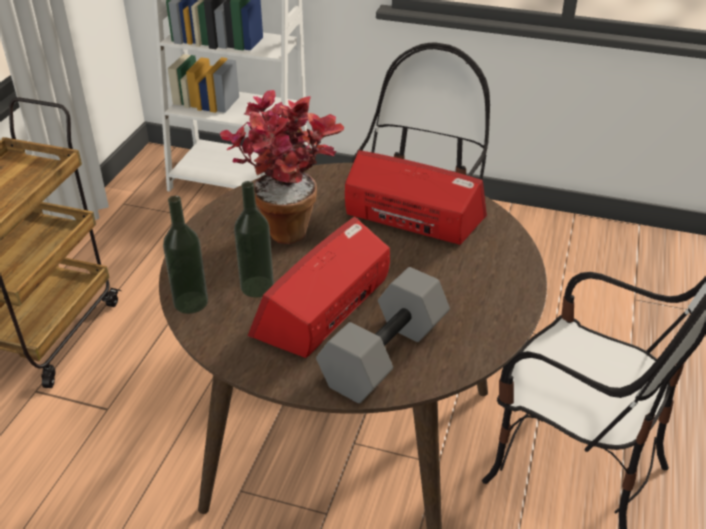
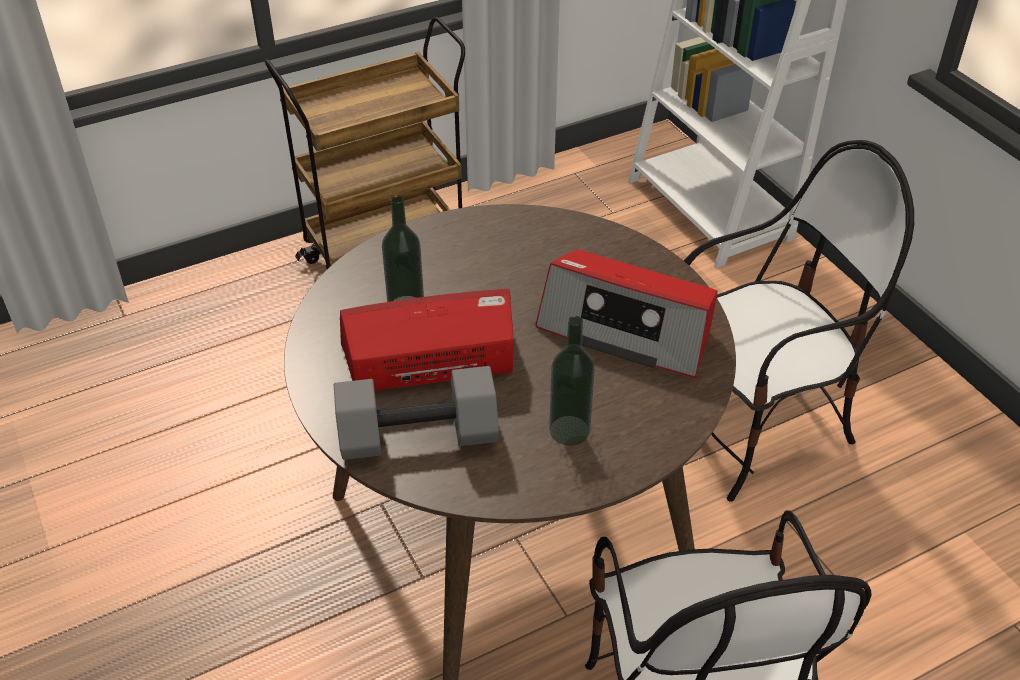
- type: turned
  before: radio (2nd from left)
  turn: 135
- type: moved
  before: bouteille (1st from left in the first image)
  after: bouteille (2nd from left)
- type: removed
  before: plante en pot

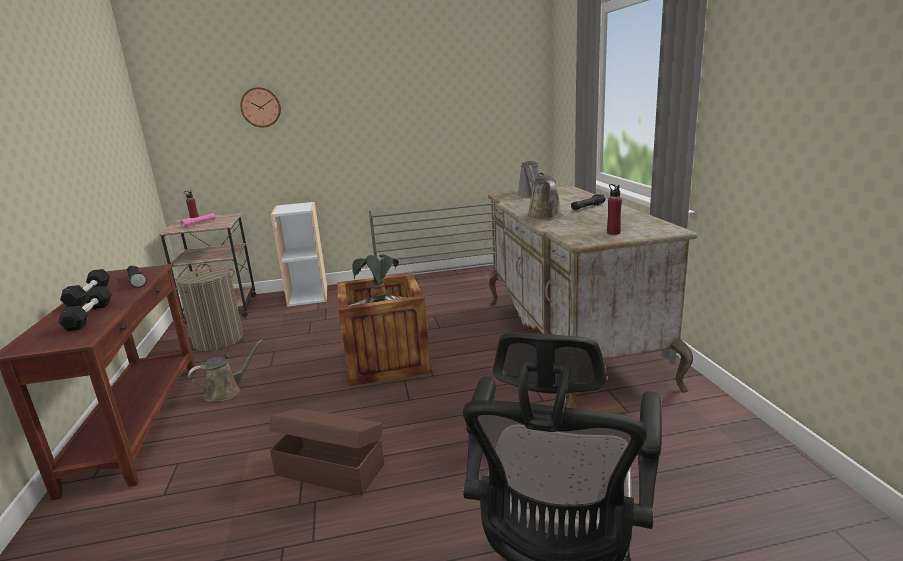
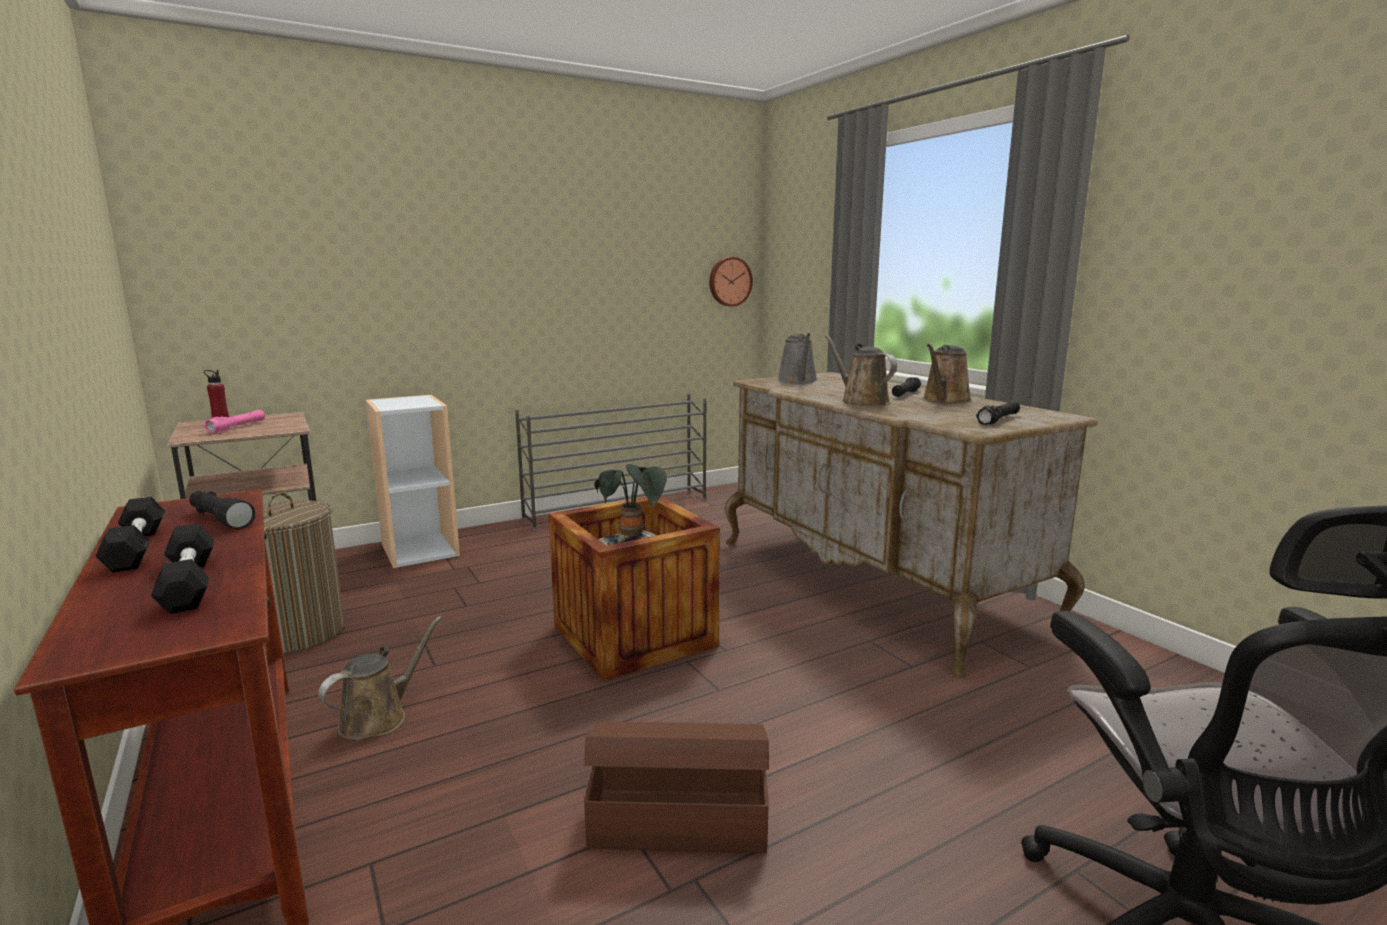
- type: moved
  before: horloge murale
- type: added
  after: arrosoir [marron] (3rd from left)
- type: replaced
  before: bouteille [rouge] (2nd from left)
  after: lampe de poche [noir] (3rd from left)

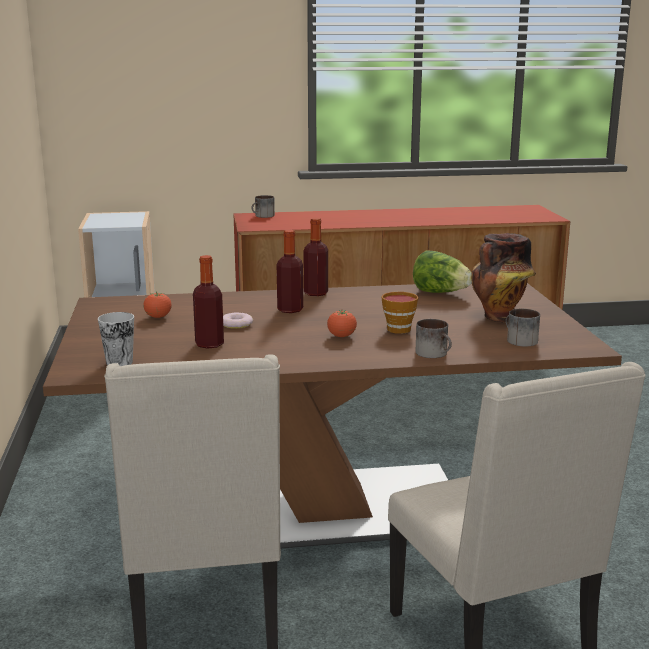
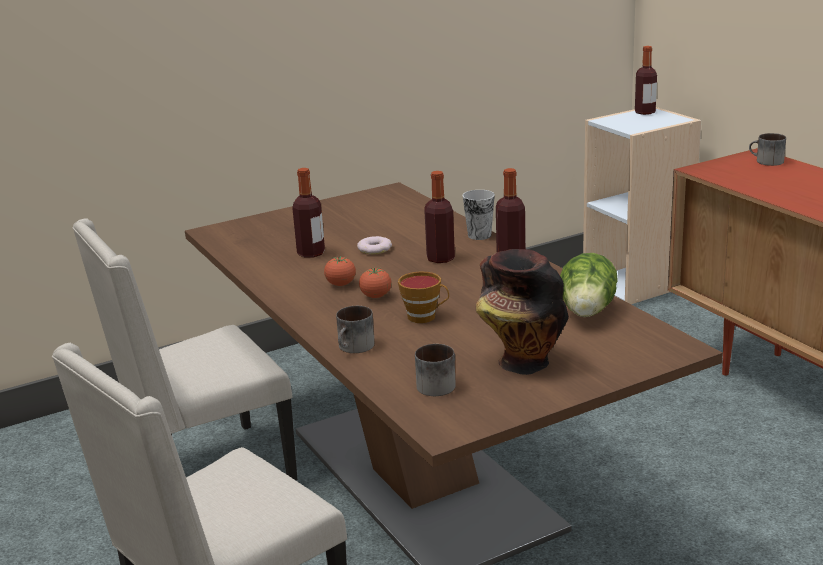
- type: moved
  before: tomate (1st from left)
- type: moved
  before: tasse (1st from left in the first image)
  after: tasse (2nd from left)
- type: added
  after: bouteille (4th from left)

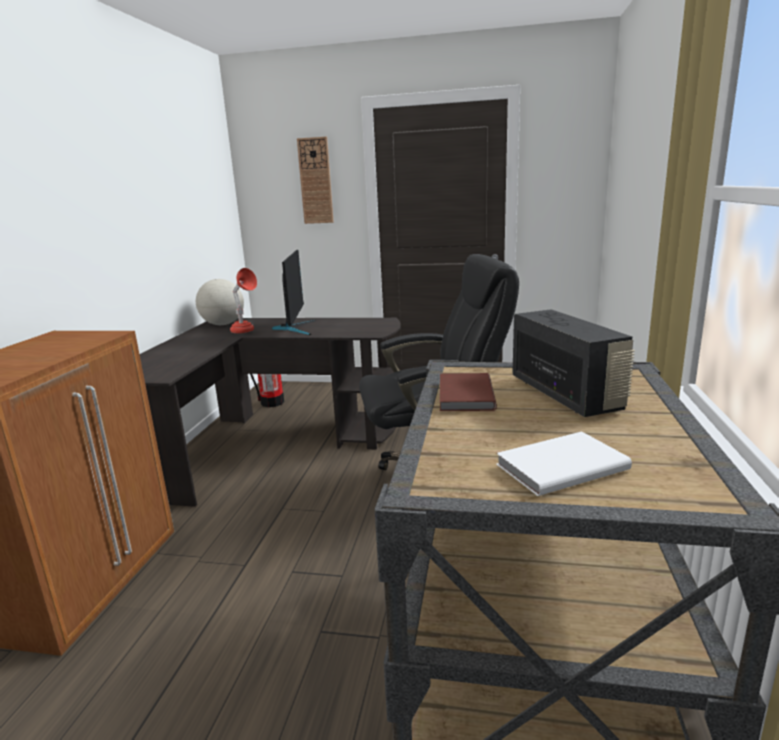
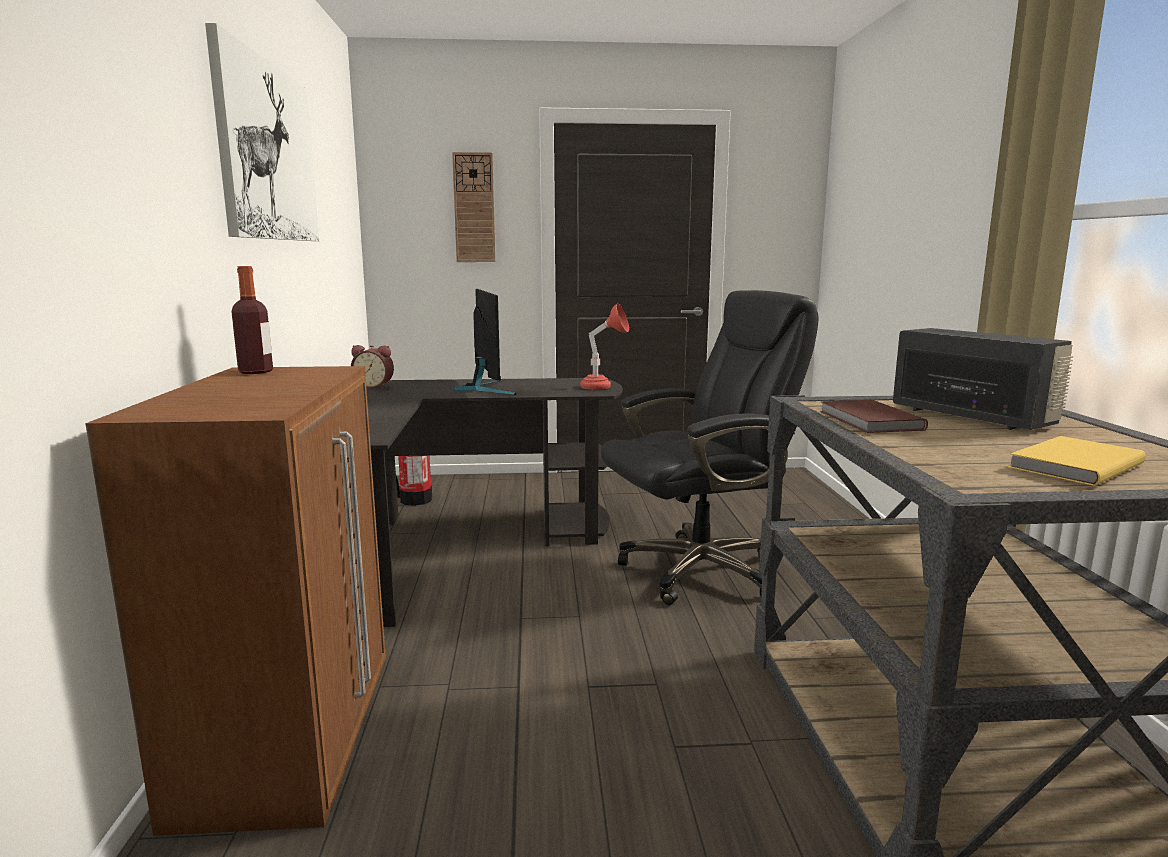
- type: added
  after: tableau
- type: added
  after: bouteille
- type: replaced
  before: globe
  after: réveil
- type: moved
  before: lampe de table [rouge]
- type: recoloured
  before: livre [blanc]
  after: livre [jaune]

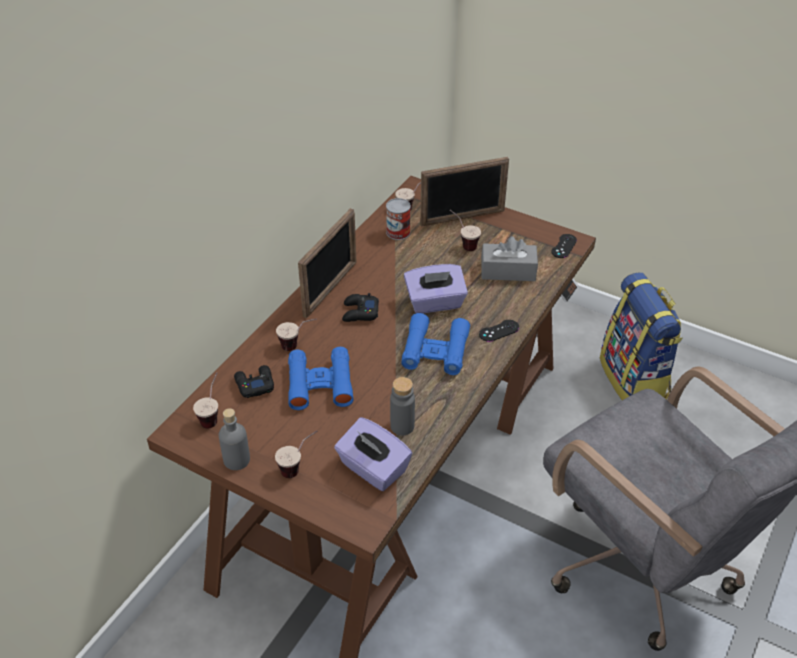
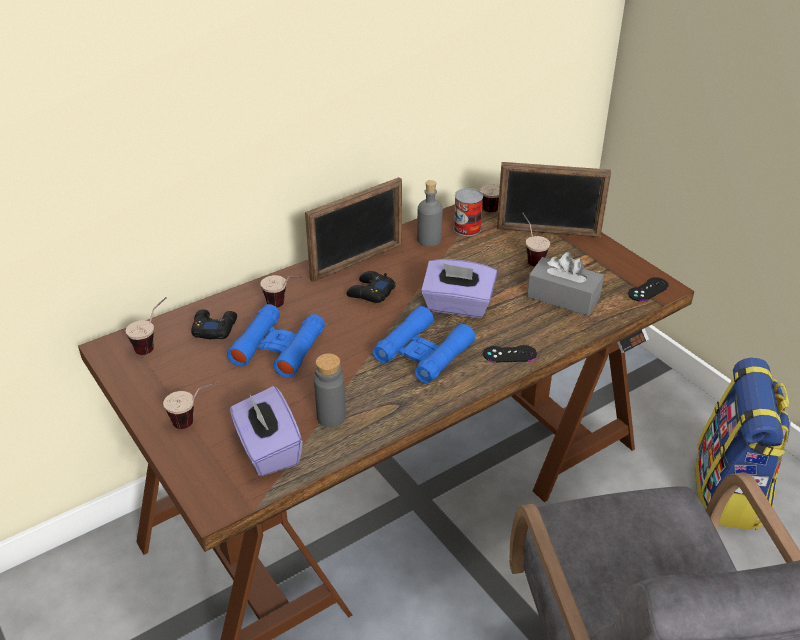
- type: moved
  before: bouteille [gris] (1st from left in the first image)
  after: bouteille [gris] (2nd from left)

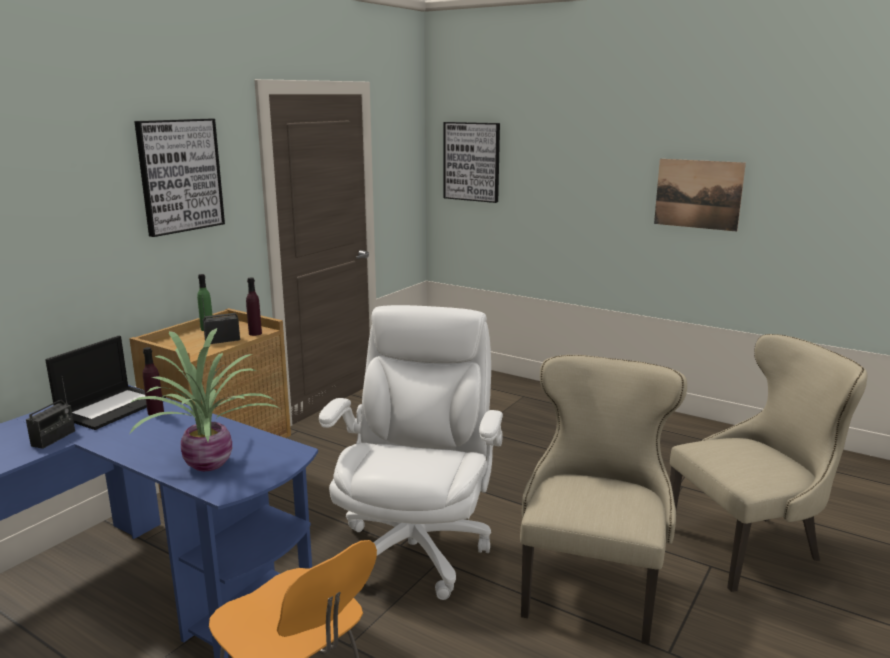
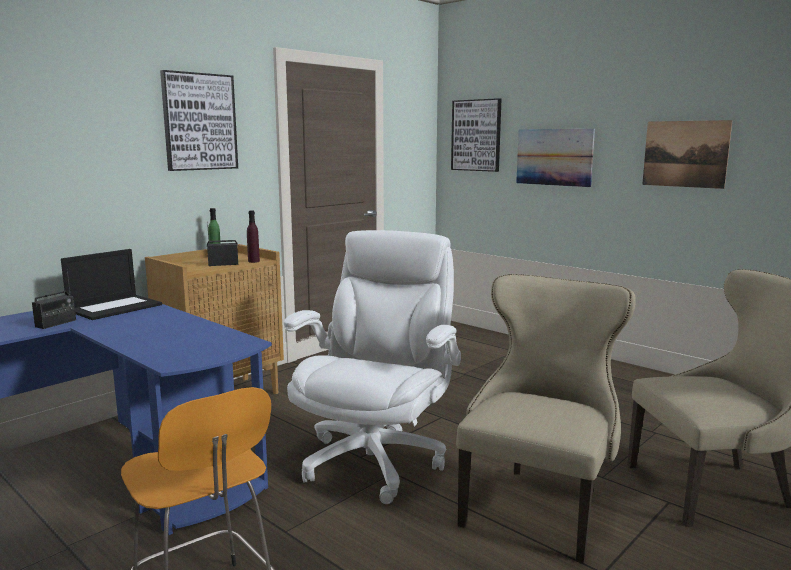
- type: added
  after: tableau (3rd from left)
- type: removed
  before: plante en pot
- type: removed
  before: bouteille [violet] (1st from left)

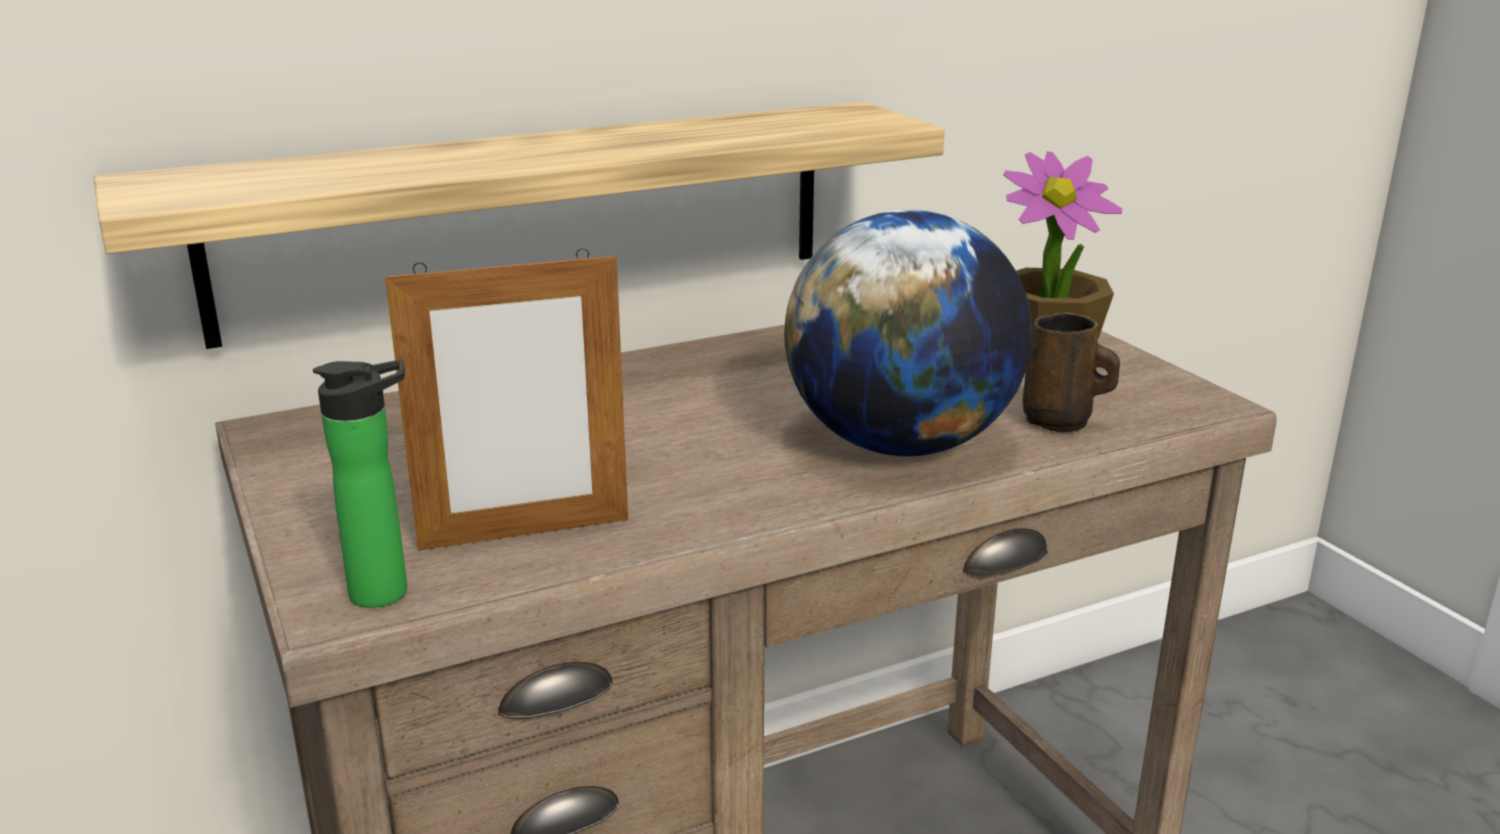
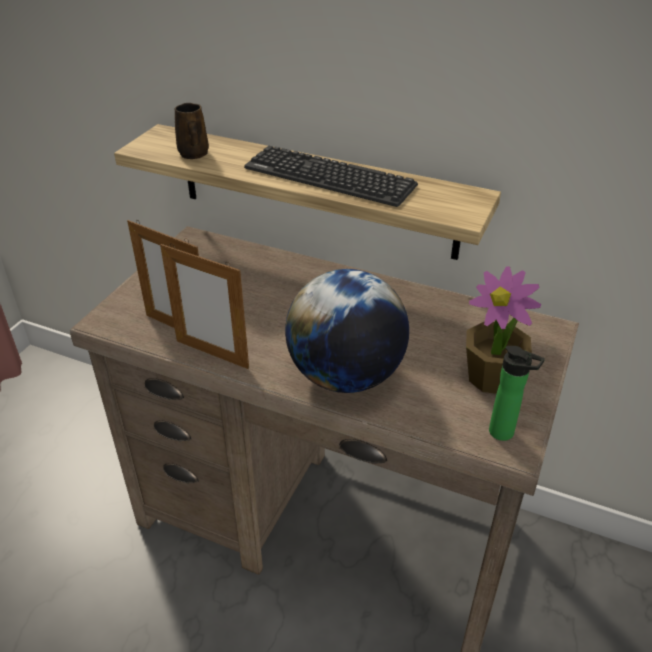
- type: added
  after: cadre photo (2nd from left)
- type: moved
  before: mug [marron]
- type: added
  after: clavier
- type: moved
  before: bouteille

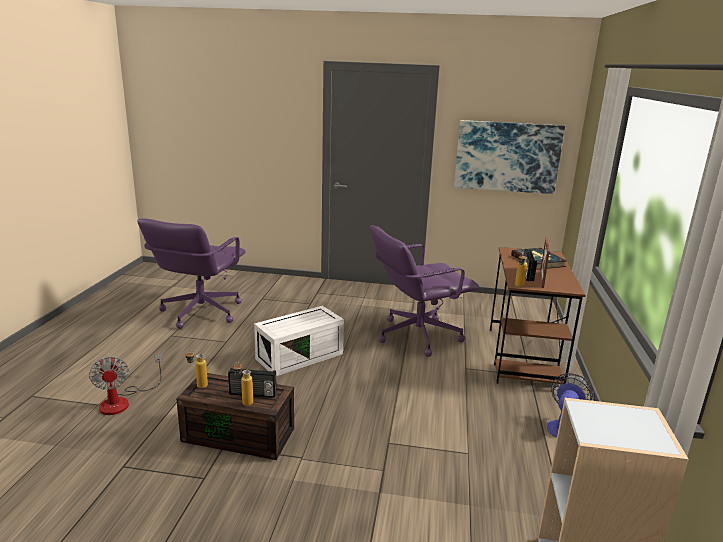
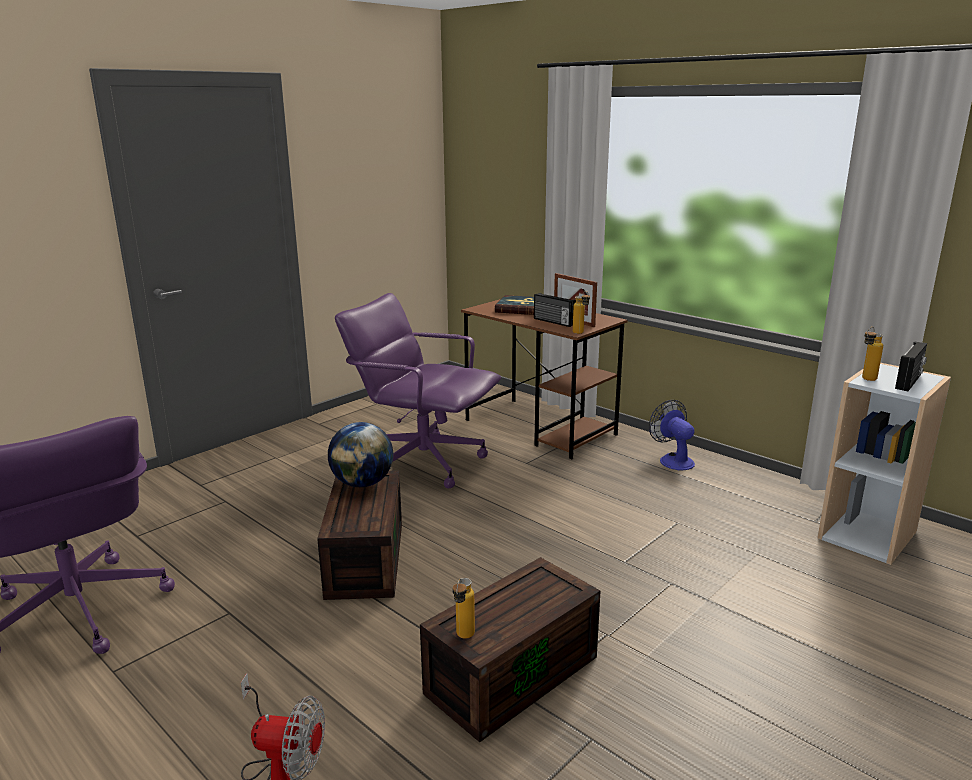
- type: recoloured
  before: boîte de rangement [blanc]
  after: boîte de rangement [marron] (1st from left)
- type: added
  after: globe
- type: turned
  before: chaise de bureau [violet] (2nd from left)
  turn: 105
- type: moved
  before: bouteille (2nd from left in the first image)
  after: bouteille (3rd from left)
- type: moved
  before: radio (1st from left in the first image)
  after: radio (2nd from left)
- type: removed
  before: tableau

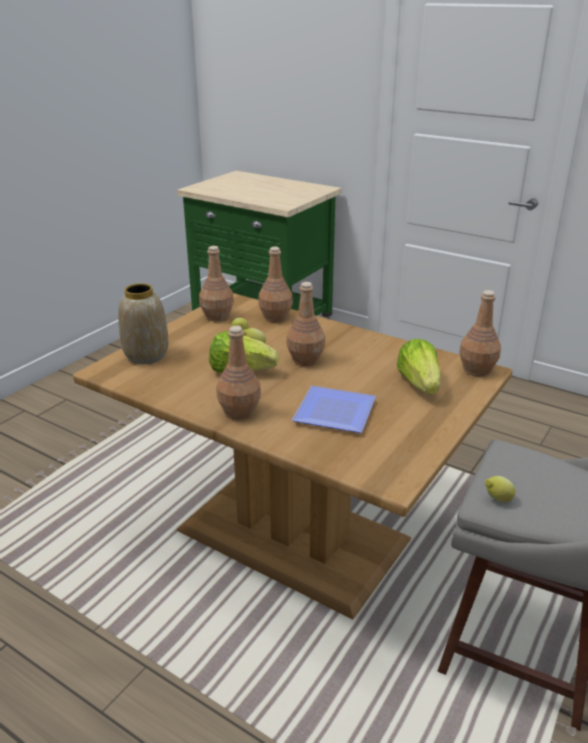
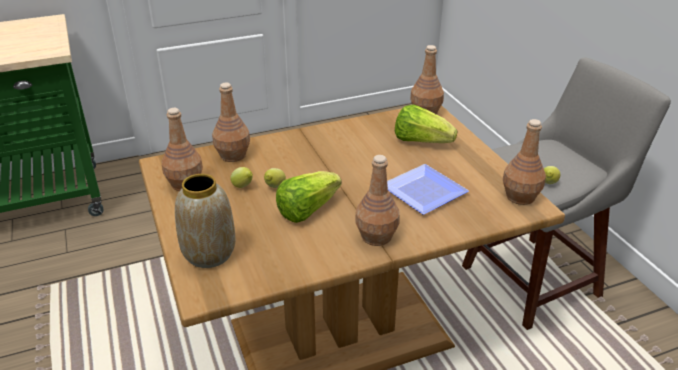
- type: moved
  before: bouteille [marron] (4th from left in the first image)
  after: bouteille [marron] (5th from left)

